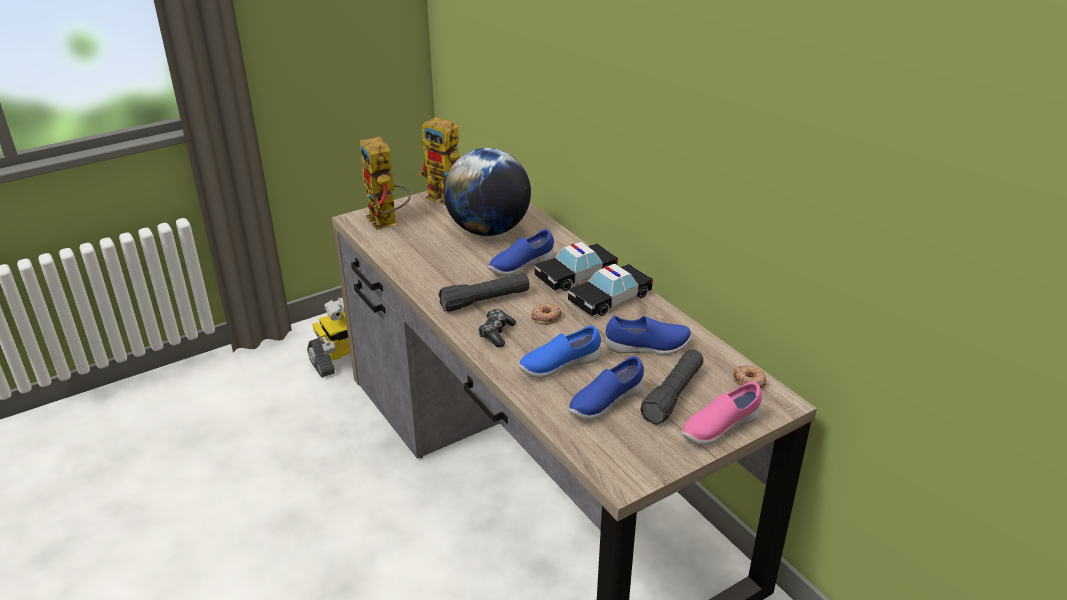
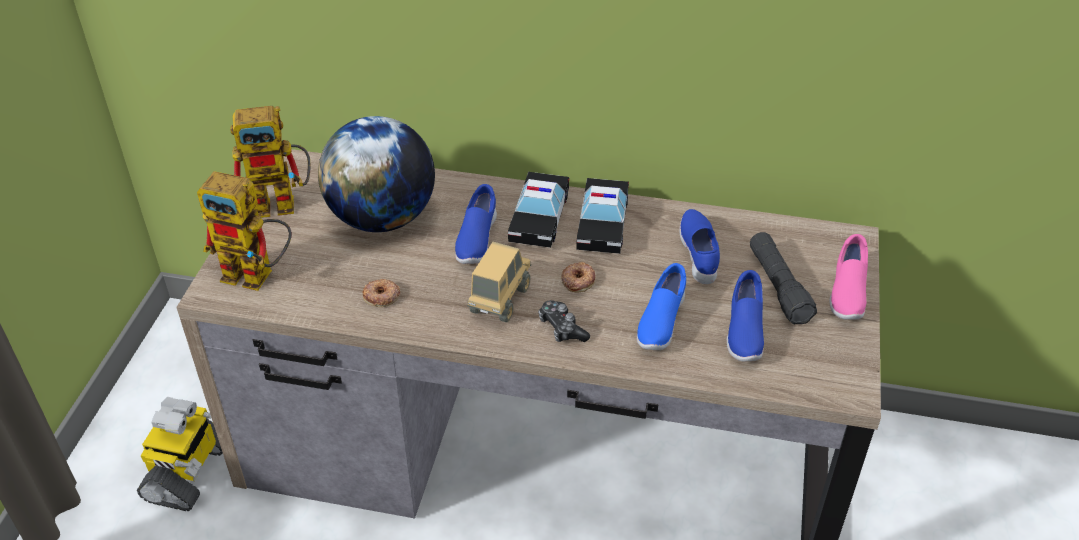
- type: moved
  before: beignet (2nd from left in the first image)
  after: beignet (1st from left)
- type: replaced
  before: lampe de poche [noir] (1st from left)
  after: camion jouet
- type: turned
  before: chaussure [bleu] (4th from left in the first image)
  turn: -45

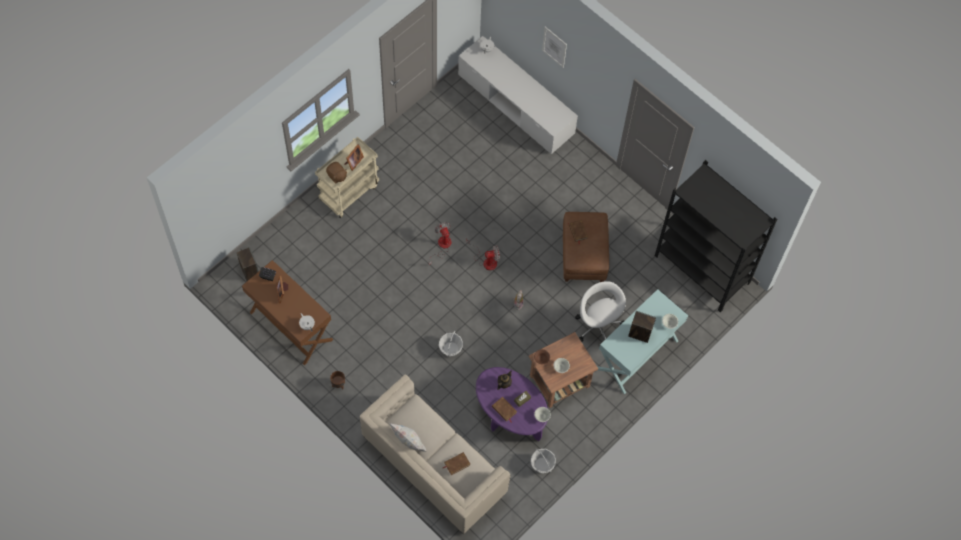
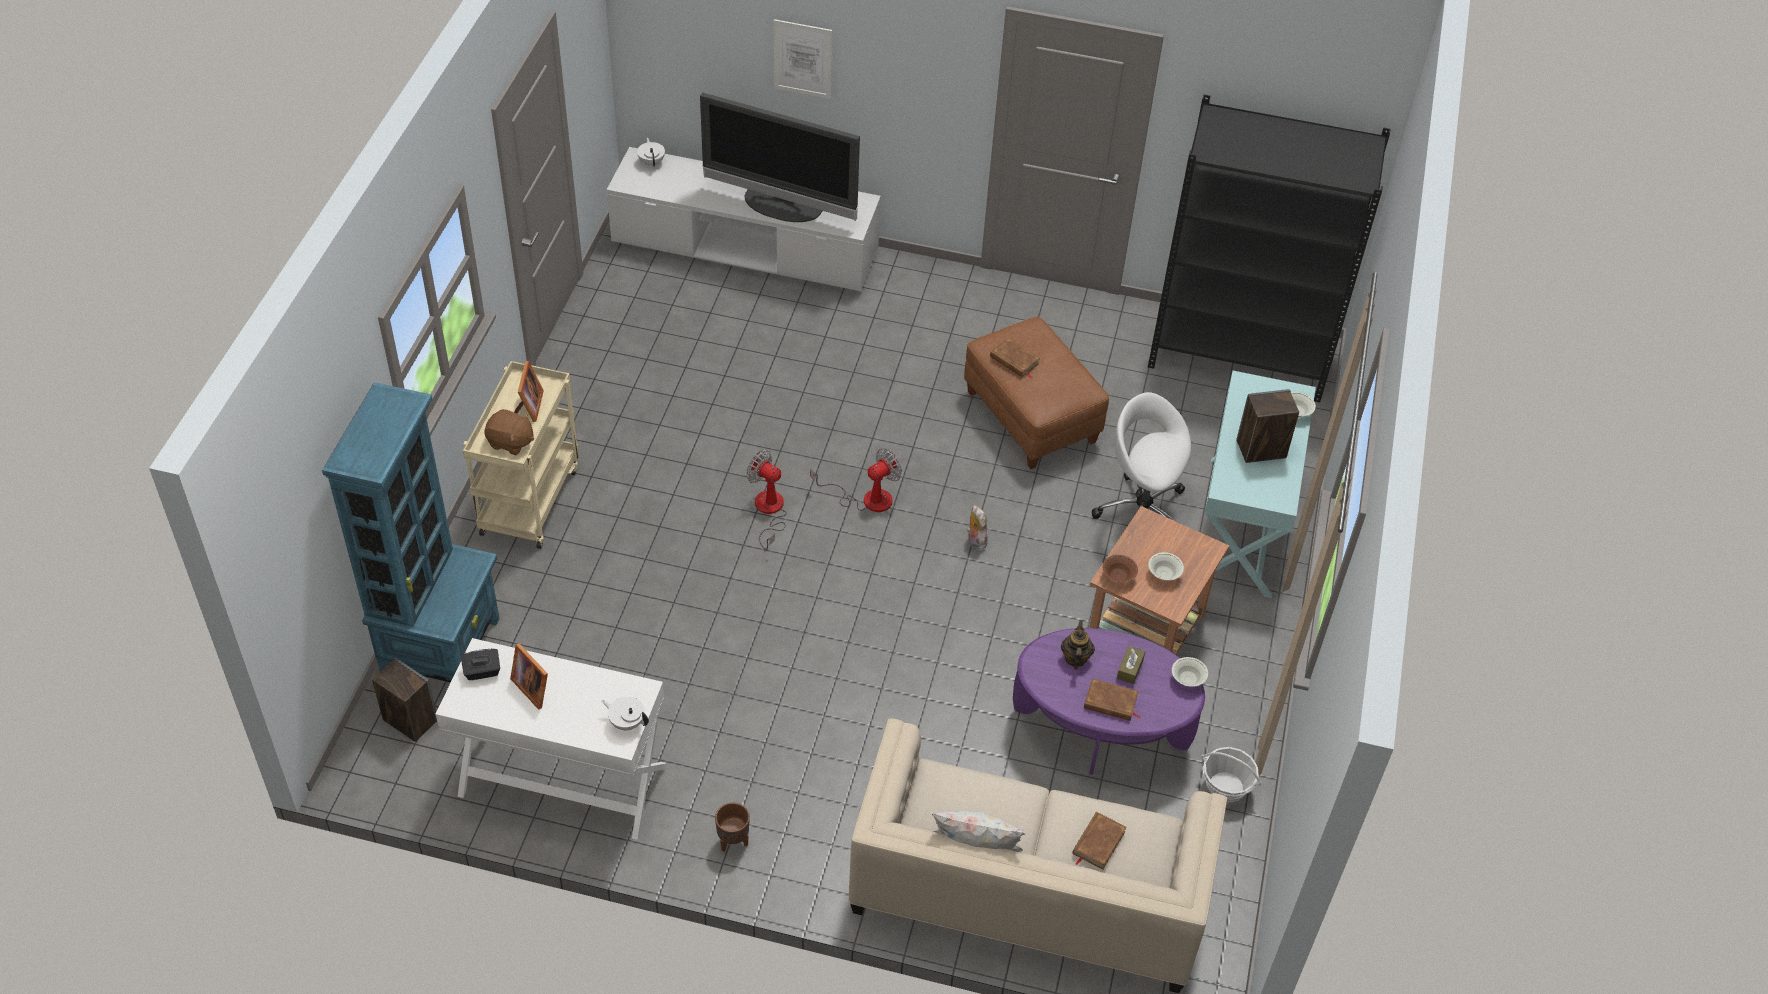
- type: added
  after: meuble de rangement [bleu]
- type: recoloured
  before: table console [marron]
  after: table console [blanc]
- type: added
  after: téléviseur
- type: removed
  before: panier (1st from left)

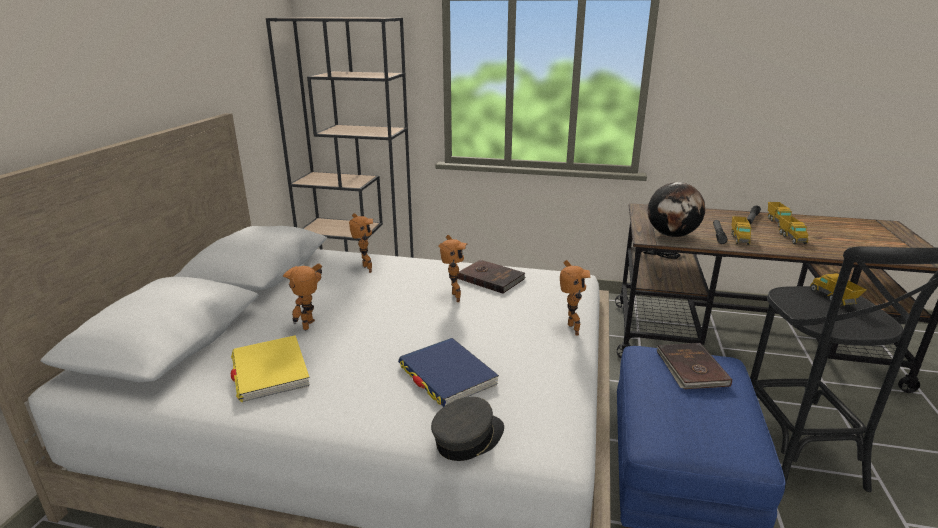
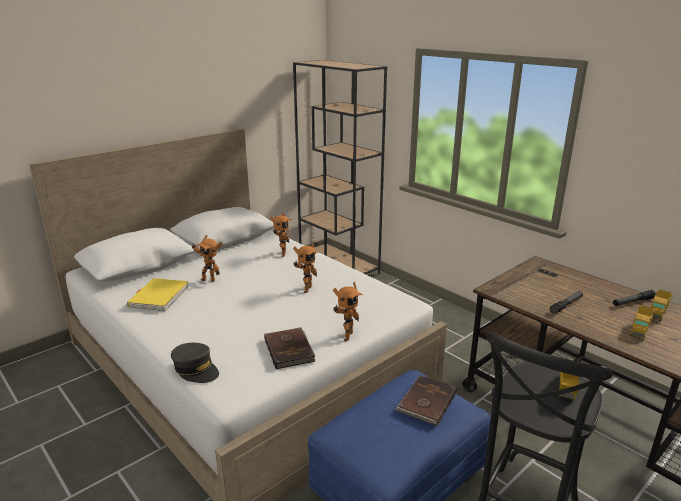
- type: turned
  before: casquette [gris]
  turn: 45
- type: turned
  before: robot jouet (1st from left)
  turn: -120
- type: moved
  before: livre [marron] (1st from left)
- type: removed
  before: livre [bleu]
- type: removed
  before: globe
- type: removed
  before: camion jouet (1st from left)

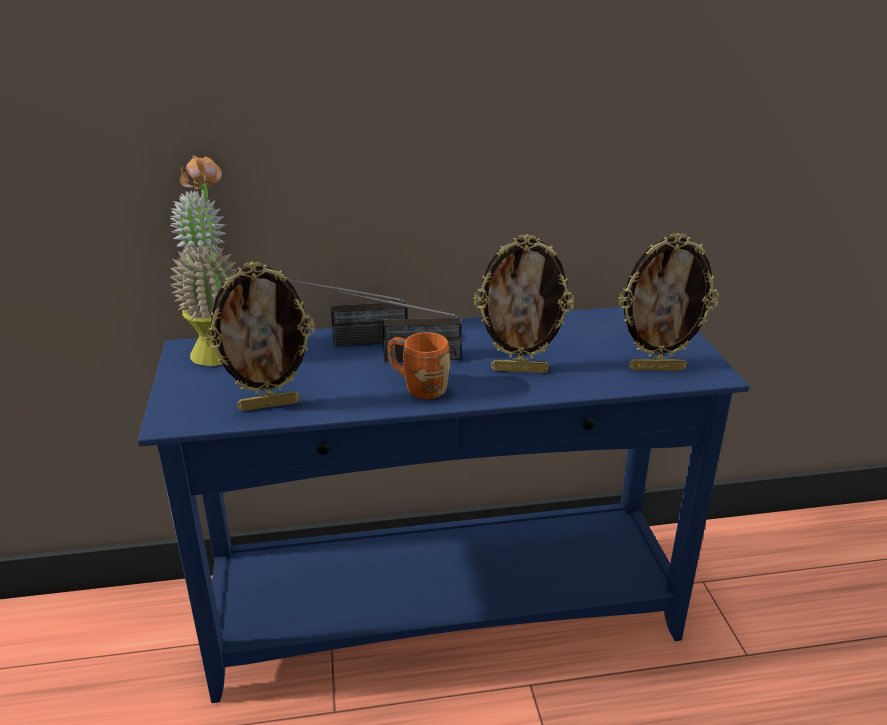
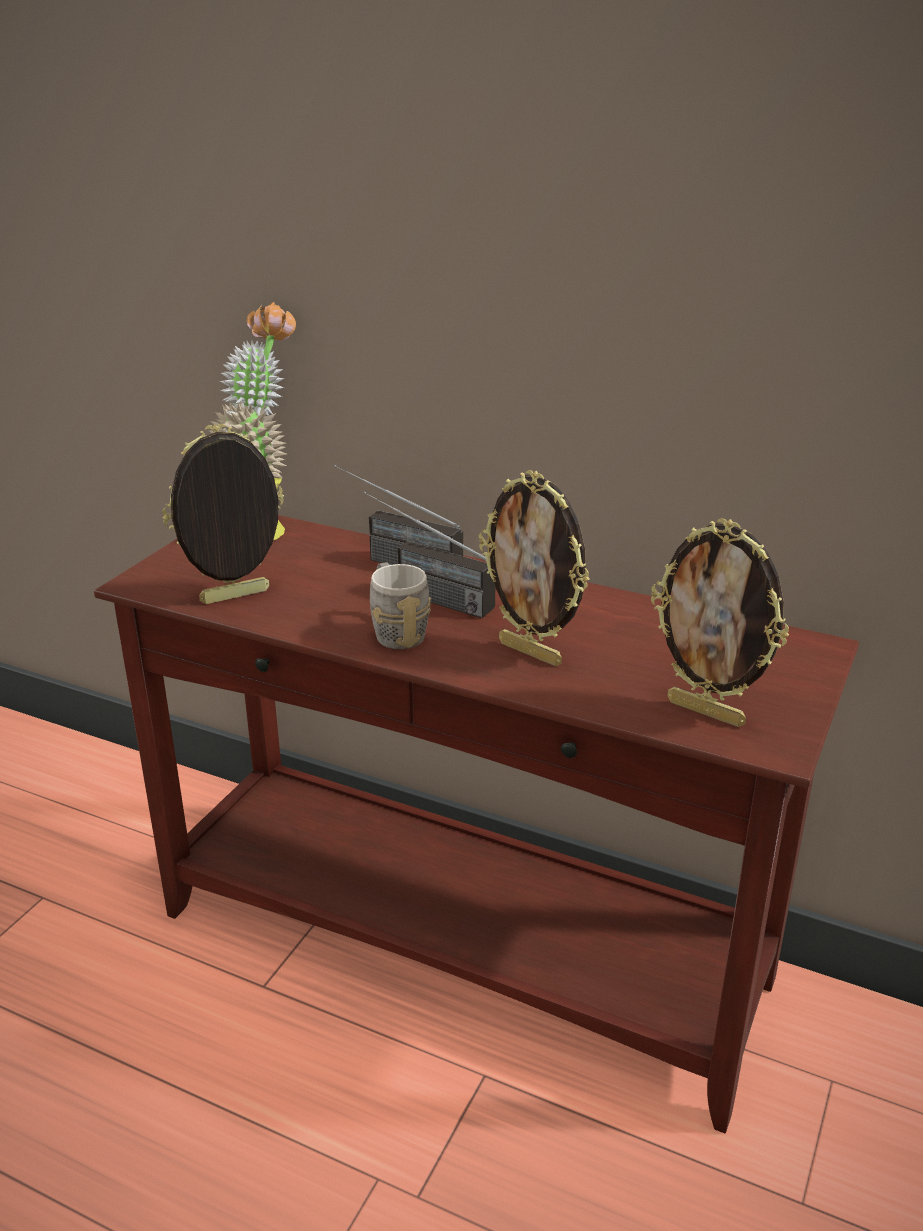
- type: recoloured
  before: table console [bleu]
  after: table console [marron]
- type: turned
  before: cadre photo (1st from left)
  turn: 135
- type: recoloured
  before: mug [orange]
  after: mug [gris]

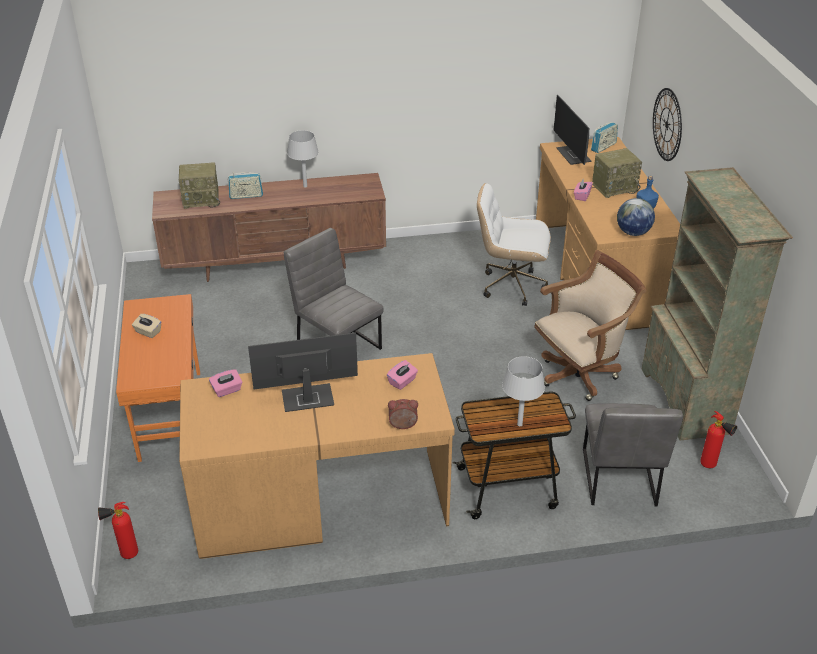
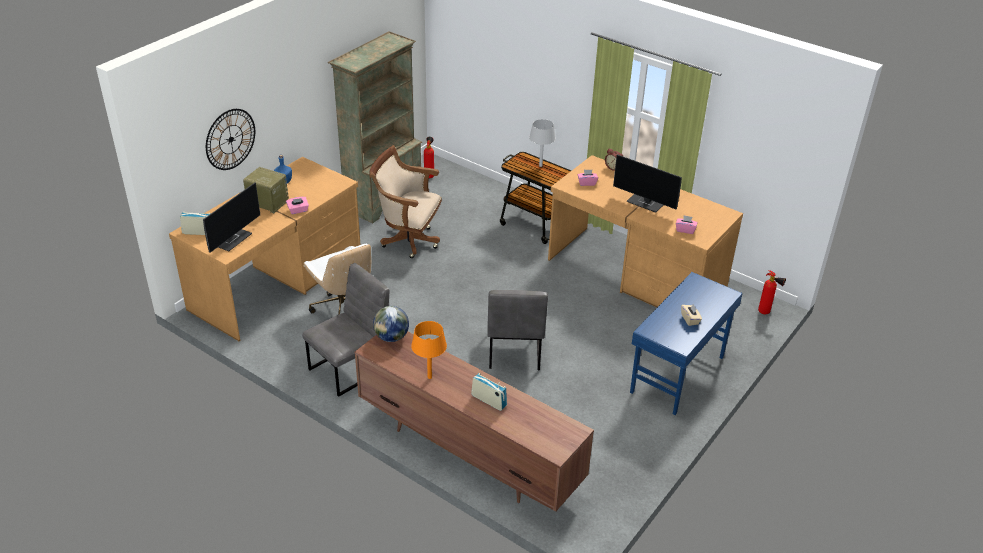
- type: moved
  before: chaise [gris] (2nd from left in the first image)
  after: chaise [gris] (1st from left)
- type: moved
  before: globe
- type: recoloured
  before: lampe de table [gris] (1st from left)
  after: lampe de table [orange]
- type: recoloured
  before: table console [orange]
  after: table console [bleu]
- type: removed
  before: radio (1st from left)

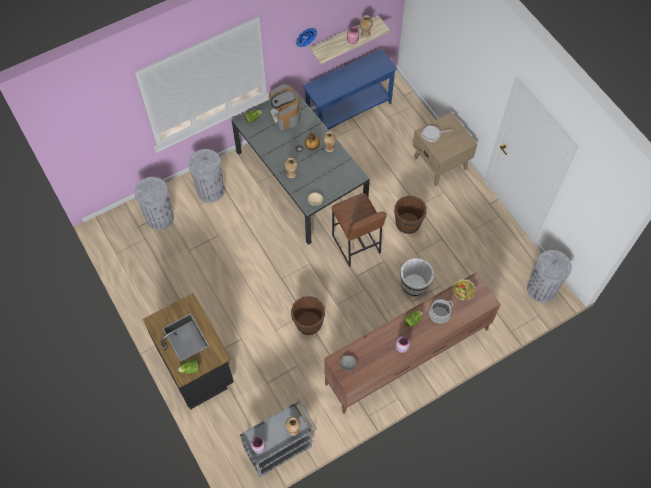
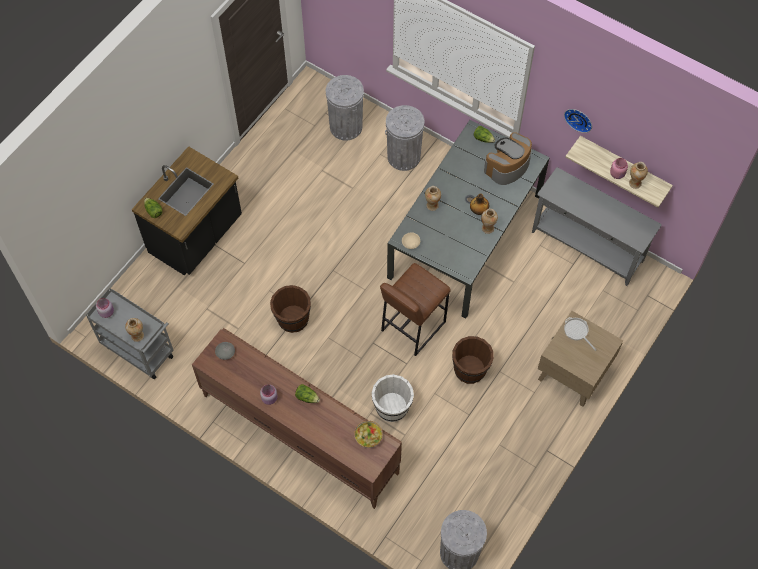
- type: recoloured
  before: table console [bleu]
  after: table console [gris]
- type: removed
  before: marmite

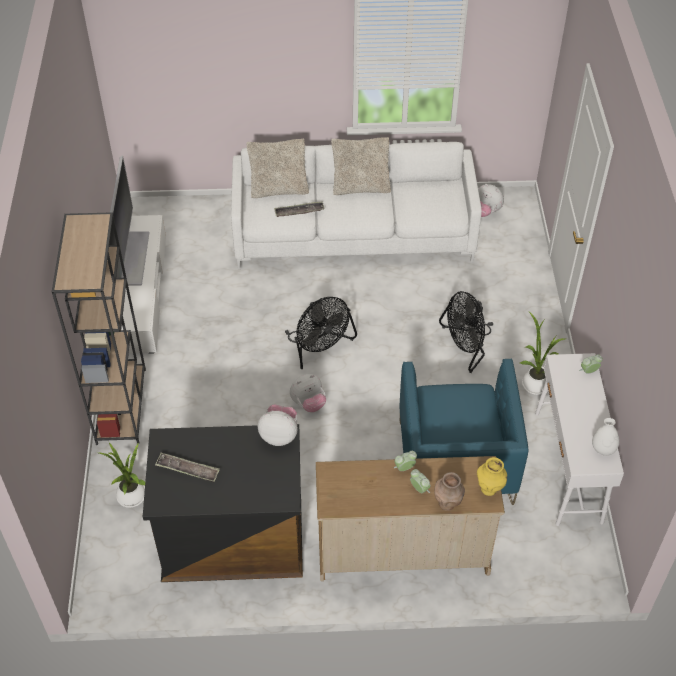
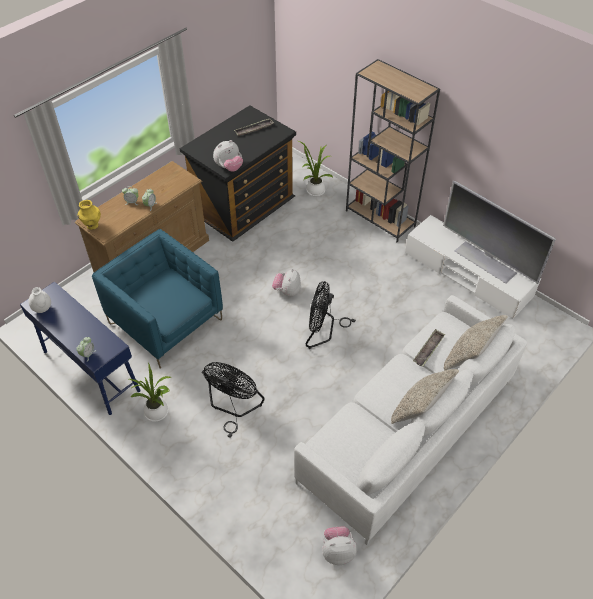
- type: recoloured
  before: table console [blanc]
  after: table console [bleu]
- type: removed
  before: vase [marron]

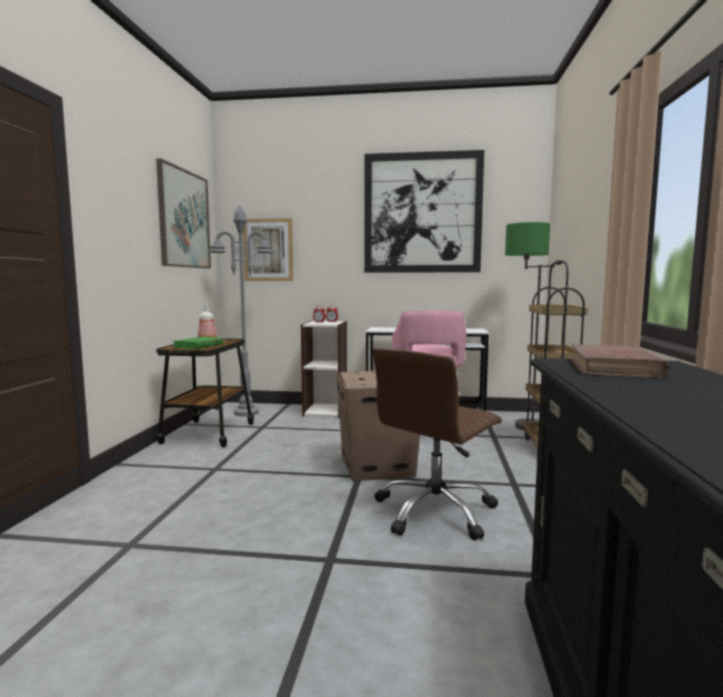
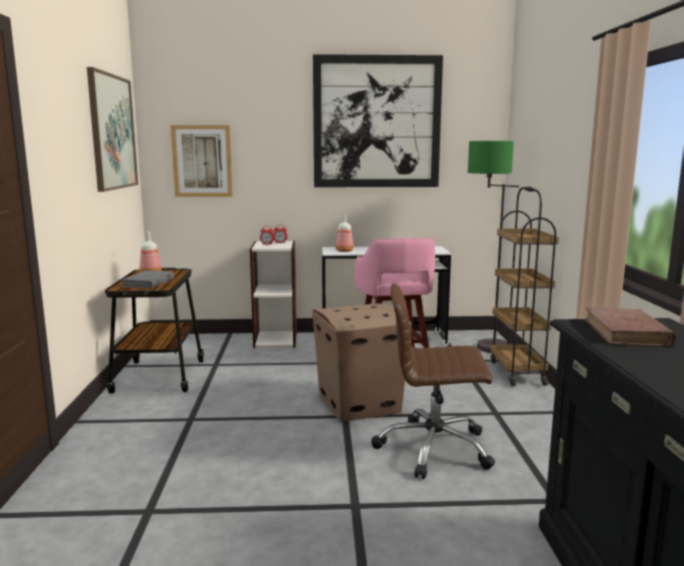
- type: recoloured
  before: livre [vert]
  after: livre [gris]
- type: added
  after: bouteille (2nd from left)
- type: turned
  before: chaise de bureau [marron]
  turn: 60
- type: removed
  before: lampadaire [gris]

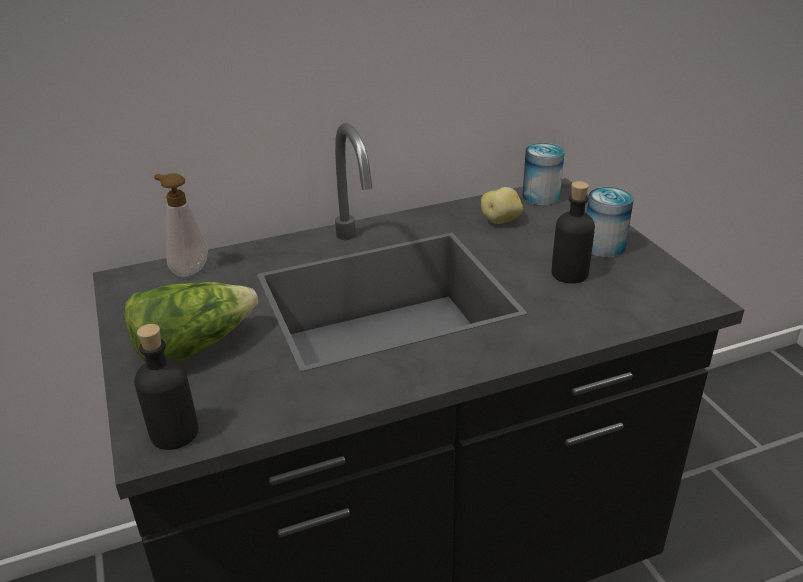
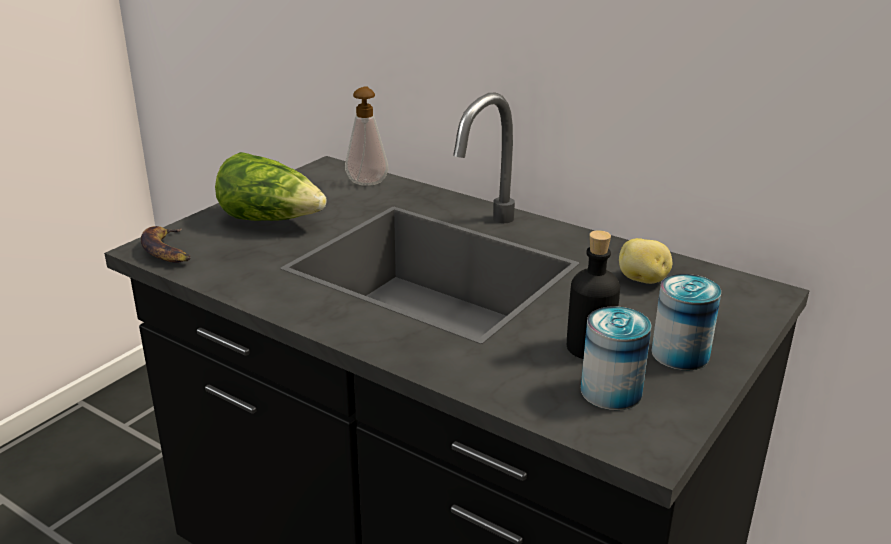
- type: replaced
  before: bouteille [noir] (1st from left)
  after: banane
- type: moved
  before: boîte métallique (1st from left)

